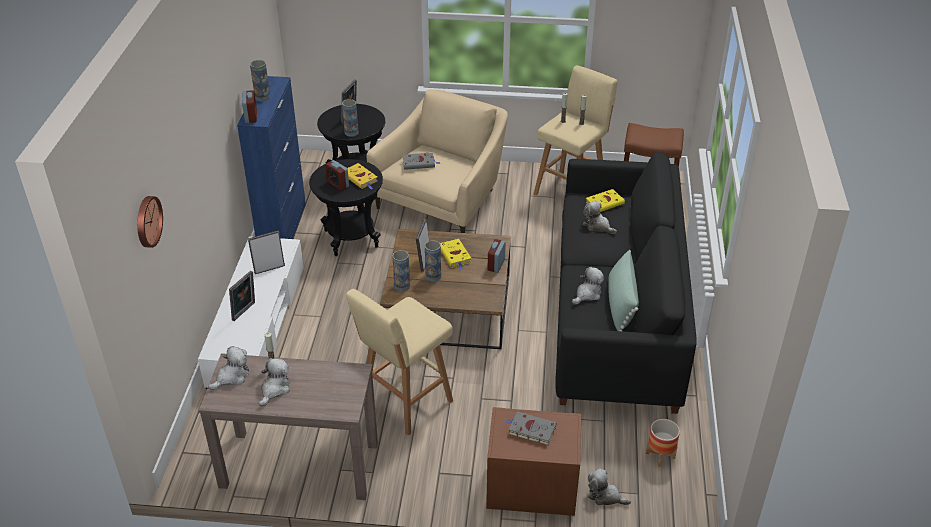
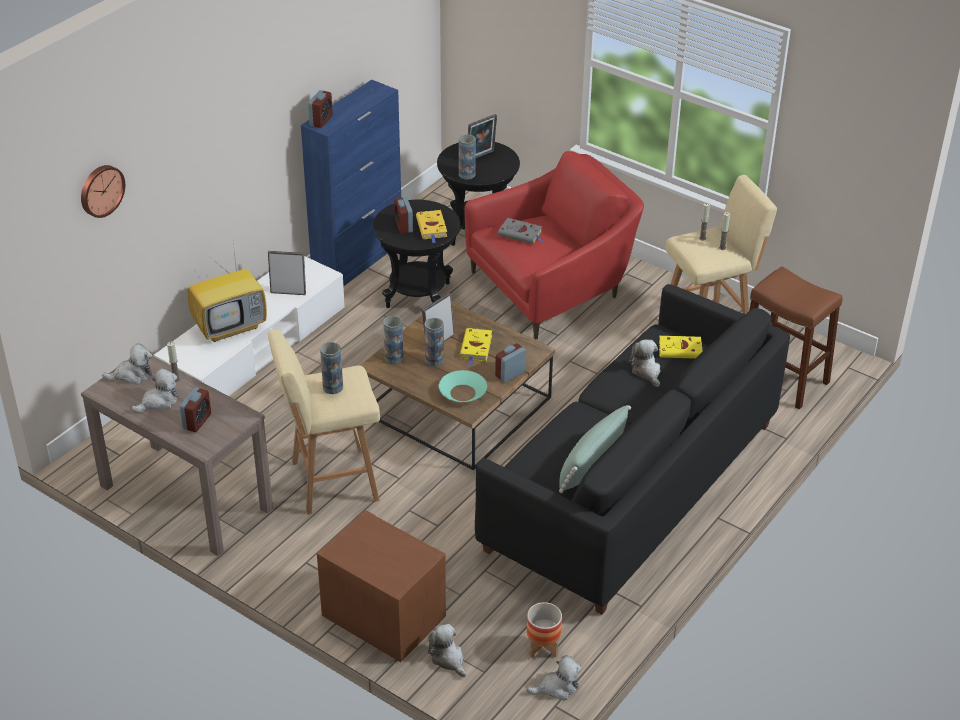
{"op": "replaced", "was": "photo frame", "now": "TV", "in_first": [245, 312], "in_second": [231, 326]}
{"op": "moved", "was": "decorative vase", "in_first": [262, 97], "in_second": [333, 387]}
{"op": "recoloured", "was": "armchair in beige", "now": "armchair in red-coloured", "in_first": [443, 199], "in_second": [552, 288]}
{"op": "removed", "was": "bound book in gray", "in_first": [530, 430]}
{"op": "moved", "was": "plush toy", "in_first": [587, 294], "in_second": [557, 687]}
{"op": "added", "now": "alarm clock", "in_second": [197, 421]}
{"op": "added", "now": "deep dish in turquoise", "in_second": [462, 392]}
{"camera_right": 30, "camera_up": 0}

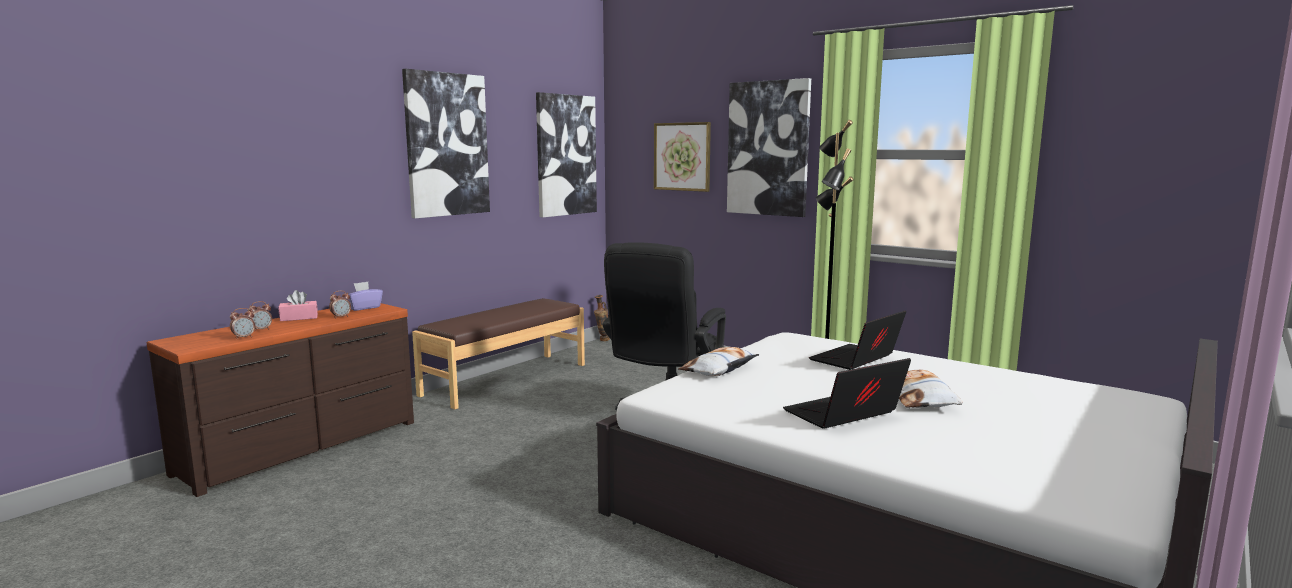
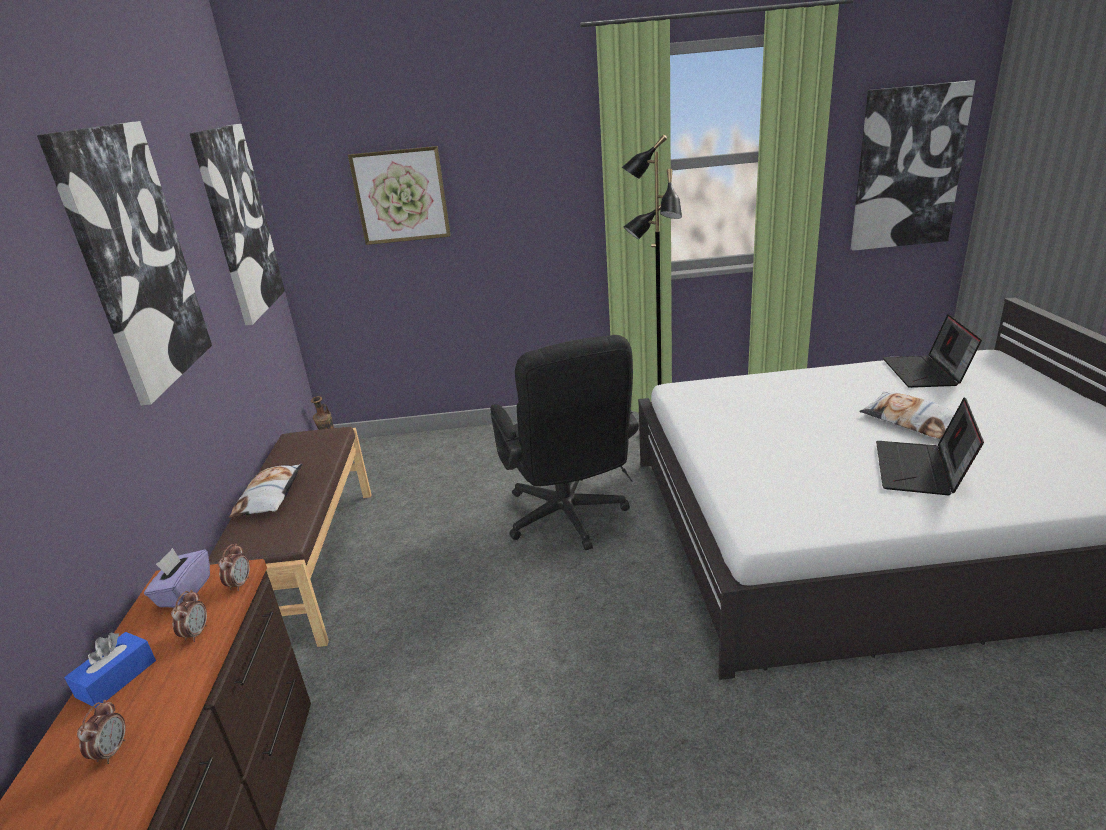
{"op": "moved", "was": "alarm clock", "in_first": [244, 337], "in_second": [240, 584]}
{"op": "recoloured", "was": "tissue holder in pinkish", "now": "tissue holder in blue-coloured", "in_first": [299, 318], "in_second": [116, 679]}
{"op": "moved", "was": "pillow", "in_first": [719, 369], "in_second": [270, 496]}
{"op": "moved", "was": "wall picture", "in_first": [768, 148], "in_second": [907, 168]}
{"op": "moved", "was": "laptop", "in_first": [856, 360], "in_second": [926, 373]}
{"camera_right": -40, "camera_up": 15}

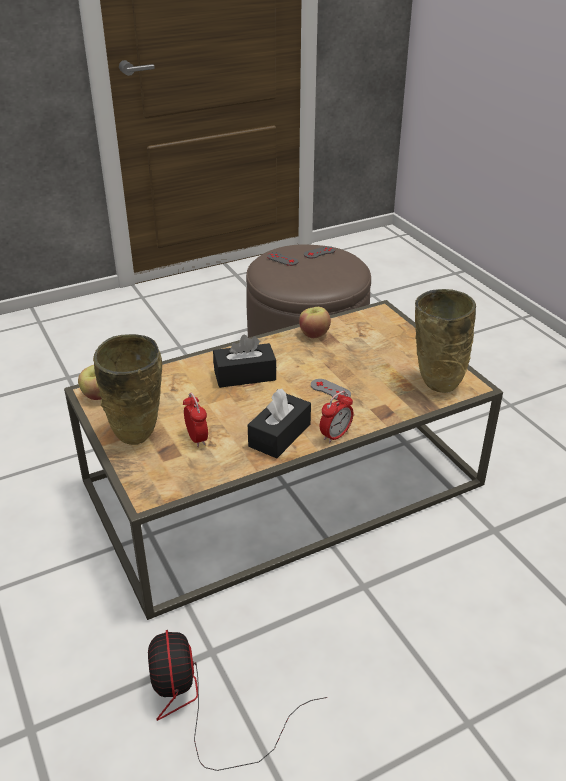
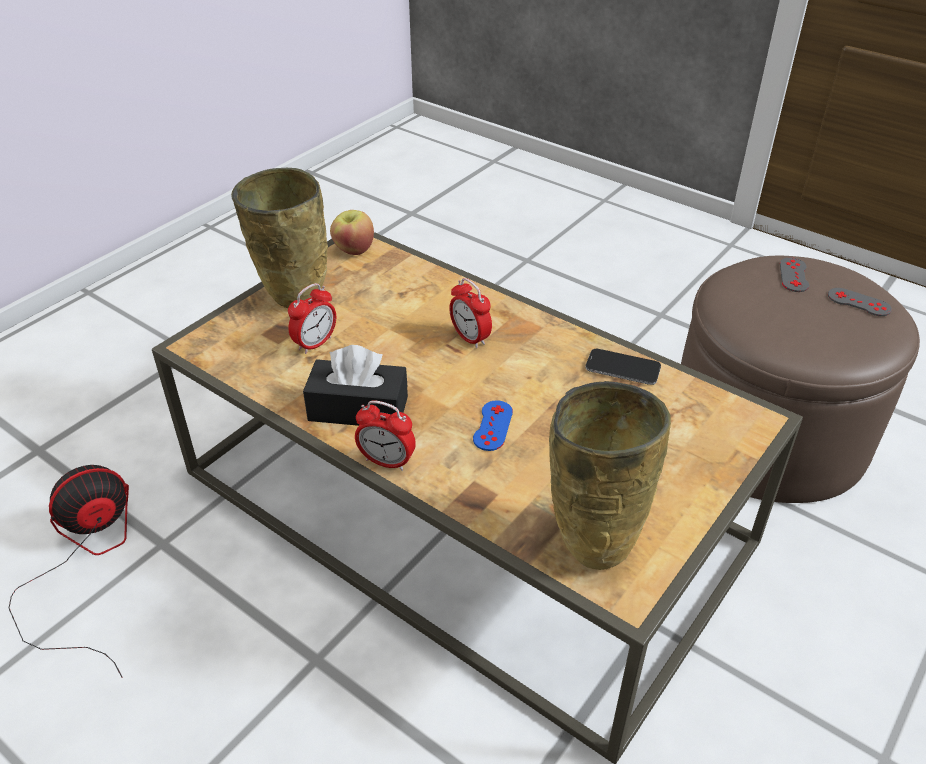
{"op": "replaced", "was": "tissue holder in blackish", "now": "alarm clock", "in_first": [245, 375], "in_second": [470, 338]}
{"op": "replaced", "was": "apple", "now": "phone", "in_first": [314, 334], "in_second": [622, 368]}
{"op": "recoloured", "was": "gamepad in gray", "now": "gamepad in blue-coloured", "in_first": [330, 390], "in_second": [493, 425]}
{"camera_right": 65, "camera_up": 5}

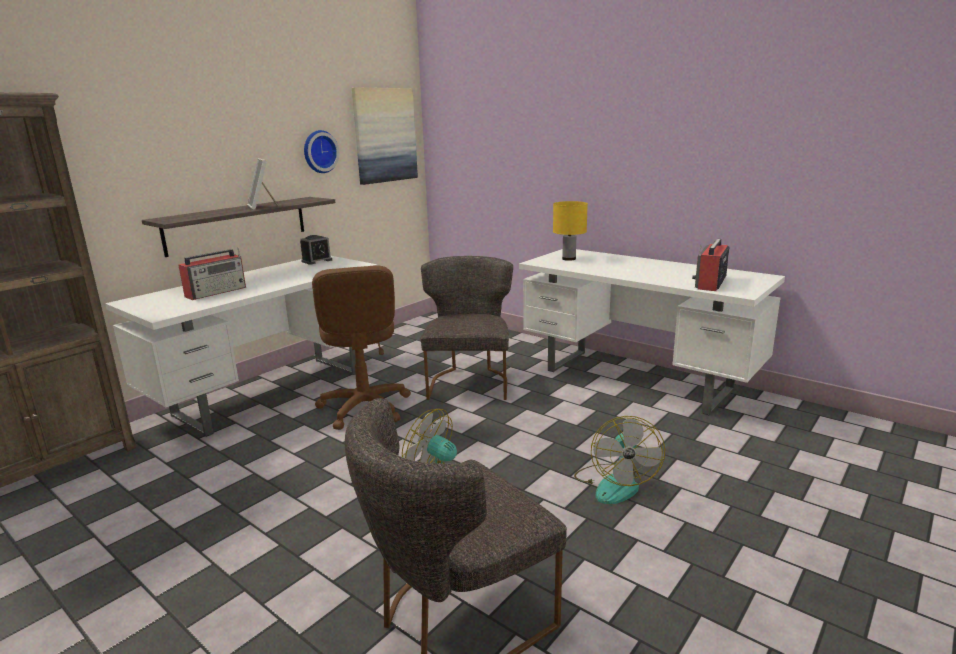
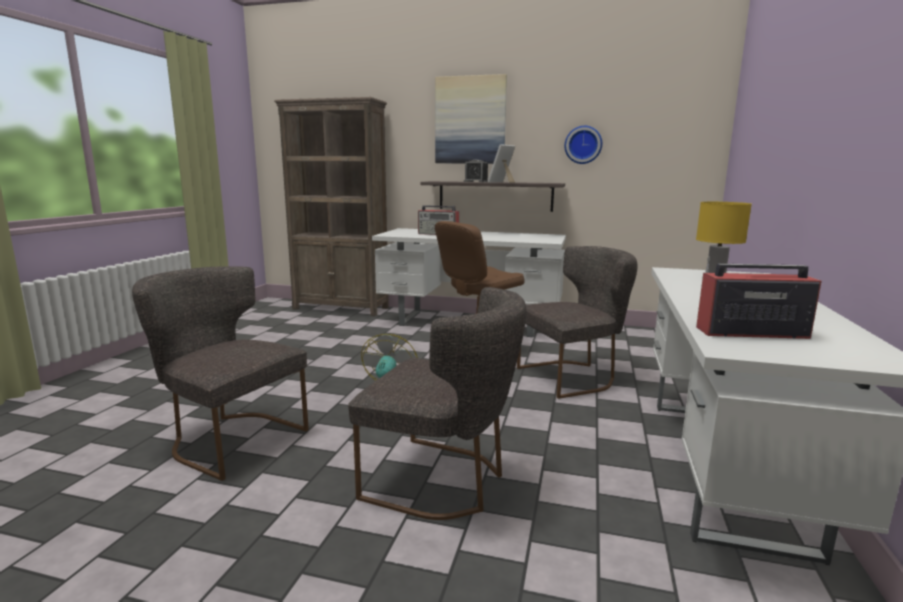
{"op": "moved", "was": "alarm clock", "in_first": [317, 261], "in_second": [476, 182]}
{"op": "moved", "was": "wall picture", "in_first": [385, 135], "in_second": [470, 120]}
{"op": "replaced", "was": "electric fan", "now": "plain chair in gray", "in_first": [615, 483], "in_second": [443, 481]}
{"camera_right": 65, "camera_up": -5}

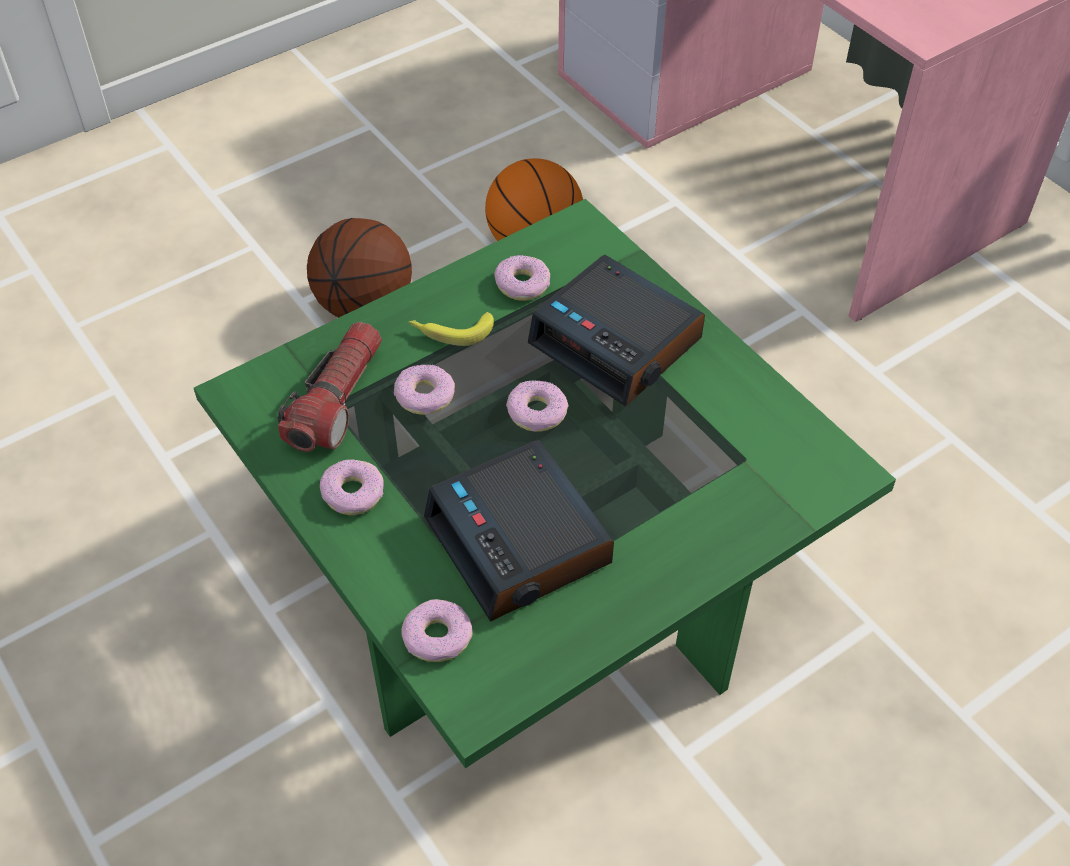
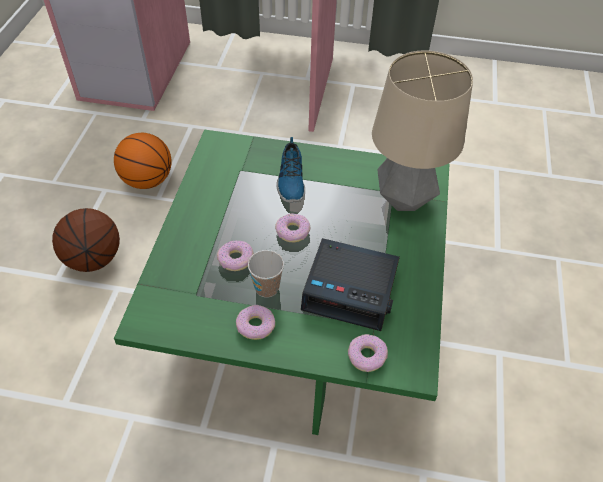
{"op": "removed", "was": "torch", "in_first": [337, 400]}
{"op": "removed", "was": "banana fruit", "in_first": [450, 331]}
{"op": "removed", "was": "doughnut", "in_first": [522, 284]}
{"op": "replaced", "was": "alarm clock", "now": "shoe", "in_first": [617, 342], "in_second": [290, 180]}
{"op": "added", "now": "drinking cup", "in_second": [267, 288]}
{"op": "added", "now": "tabletop lamp", "in_second": [404, 200]}
{"camera_right": -45, "camera_up": 0}

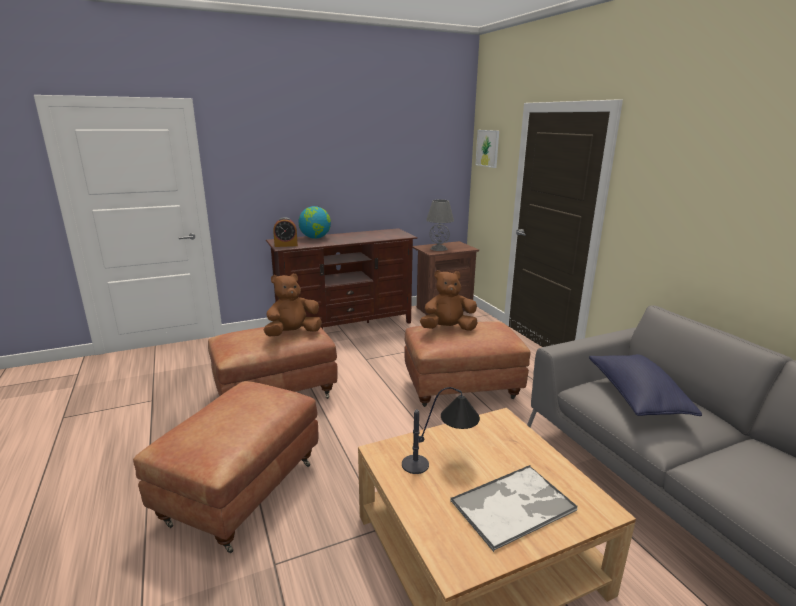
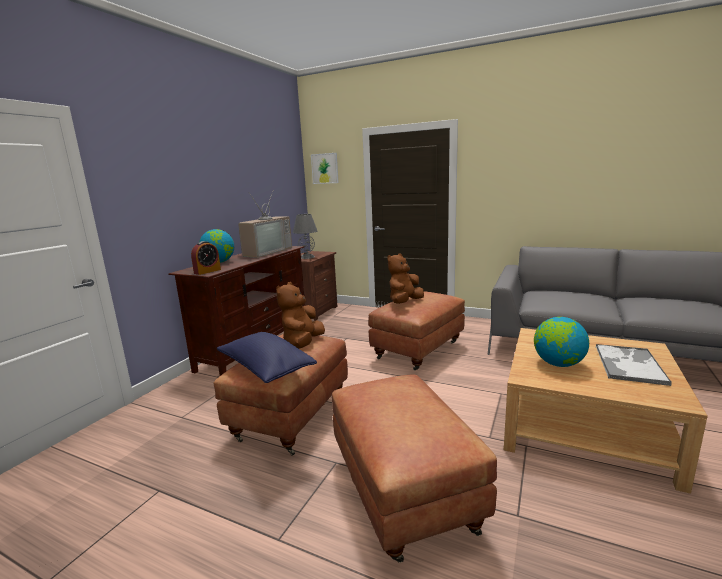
{"op": "replaced", "was": "tabletop lamp", "now": "world globe", "in_first": [442, 459], "in_second": [558, 364]}
{"op": "moved", "was": "pillow in blue-coloured", "in_first": [636, 397], "in_second": [266, 369]}
{"op": "added", "now": "TV", "in_second": [266, 252]}
{"camera_right": -40, "camera_up": -5}

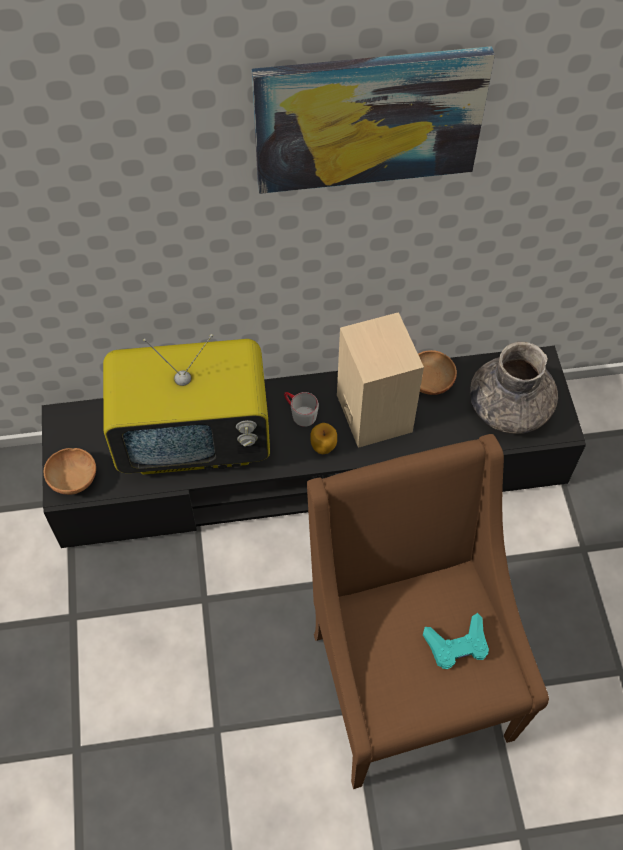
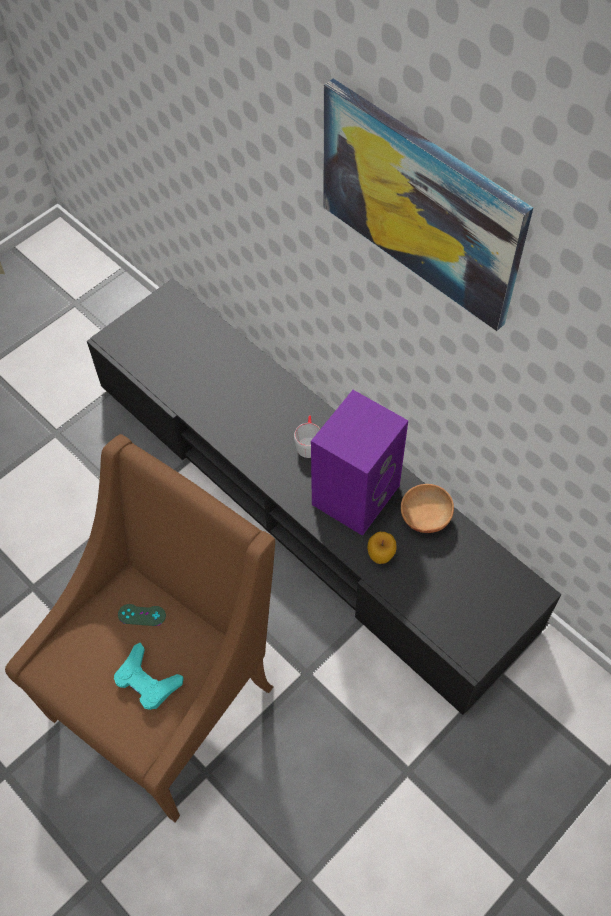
{"op": "removed", "was": "deep dish in brownish", "in_first": [74, 479]}
{"op": "removed", "was": "TV", "in_first": [195, 439]}
{"op": "moved", "was": "apple", "in_first": [323, 447], "in_second": [380, 556]}
{"op": "recoloured", "was": "speaker in beige", "now": "speaker in purple", "in_first": [371, 412], "in_second": [355, 492]}
{"op": "removed", "was": "decorative vase in gray", "in_first": [509, 408]}
{"op": "added", "now": "gamepad in greenish", "in_second": [142, 615]}
{"camera_right": 55, "camera_up": 0}

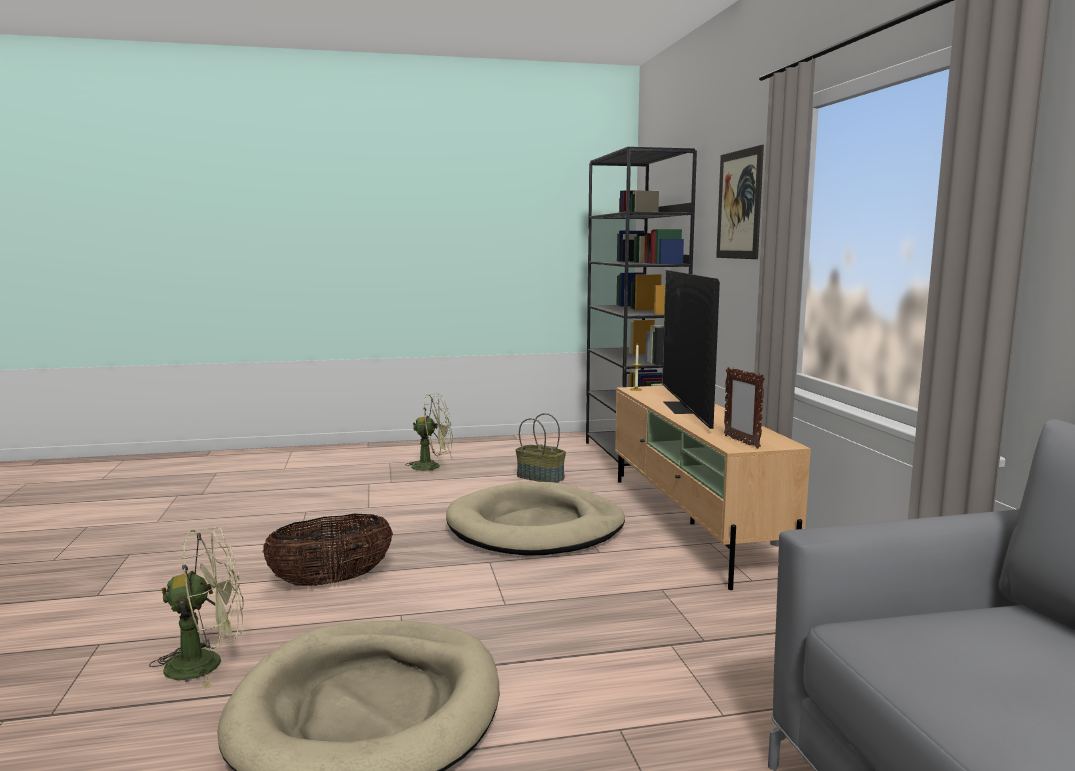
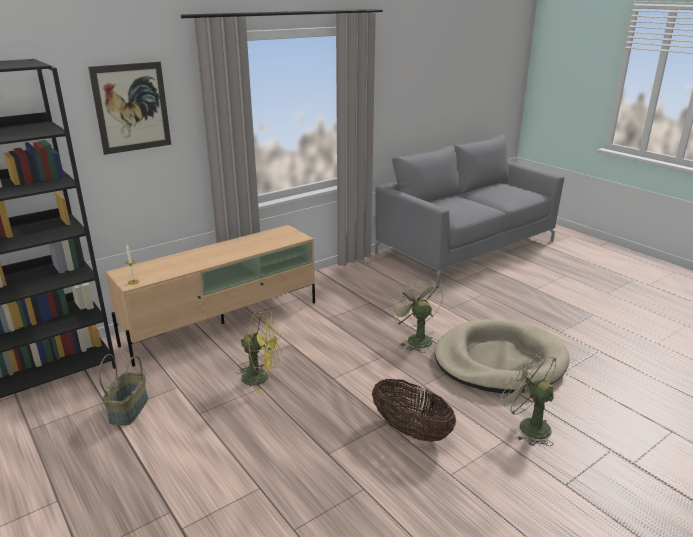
{"op": "moved", "was": "electric fan in greenish", "in_first": [432, 467], "in_second": [415, 339]}
{"op": "replaced", "was": "dog cushion in beige", "now": "electric fan in yellow-coloured", "in_first": [536, 527], "in_second": [261, 377]}
{"op": "removed", "was": "TV", "in_first": [685, 407]}
{"op": "removed", "was": "photo frame", "in_first": [741, 442]}
{"camera_right": -115, "camera_up": 15}

